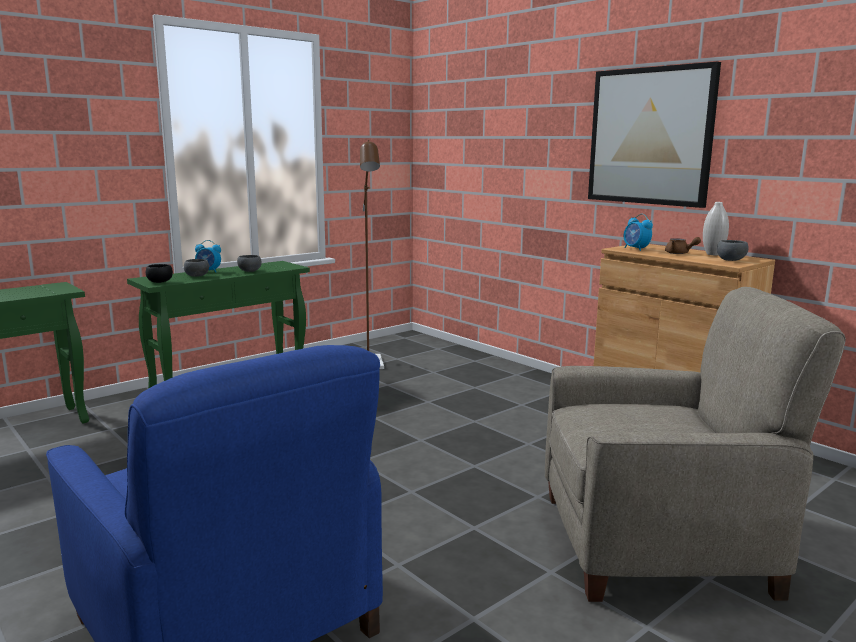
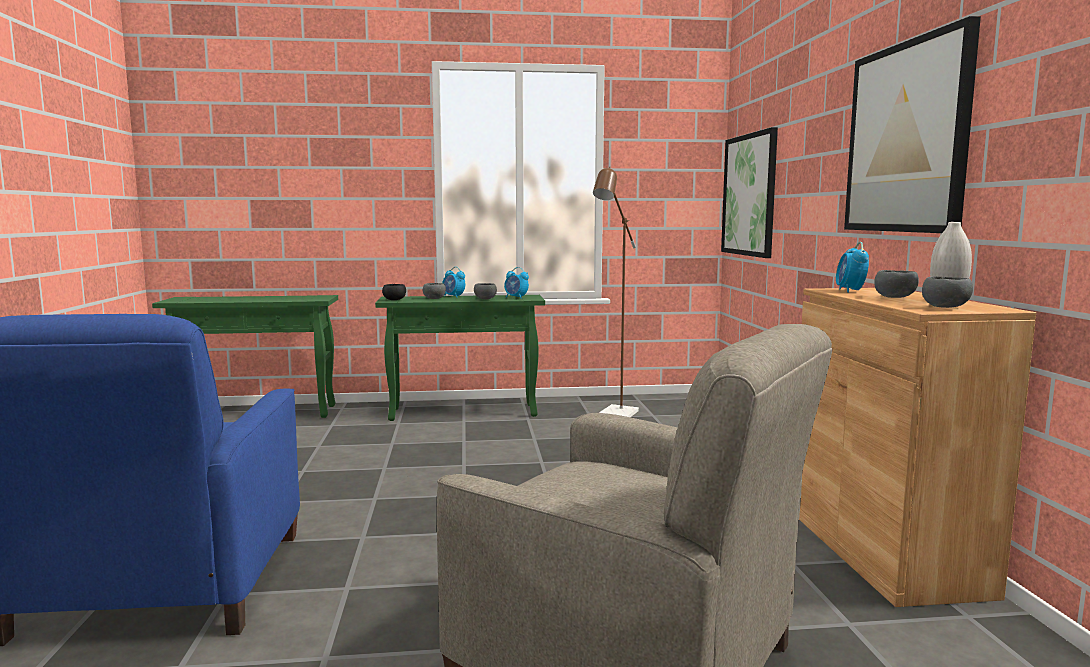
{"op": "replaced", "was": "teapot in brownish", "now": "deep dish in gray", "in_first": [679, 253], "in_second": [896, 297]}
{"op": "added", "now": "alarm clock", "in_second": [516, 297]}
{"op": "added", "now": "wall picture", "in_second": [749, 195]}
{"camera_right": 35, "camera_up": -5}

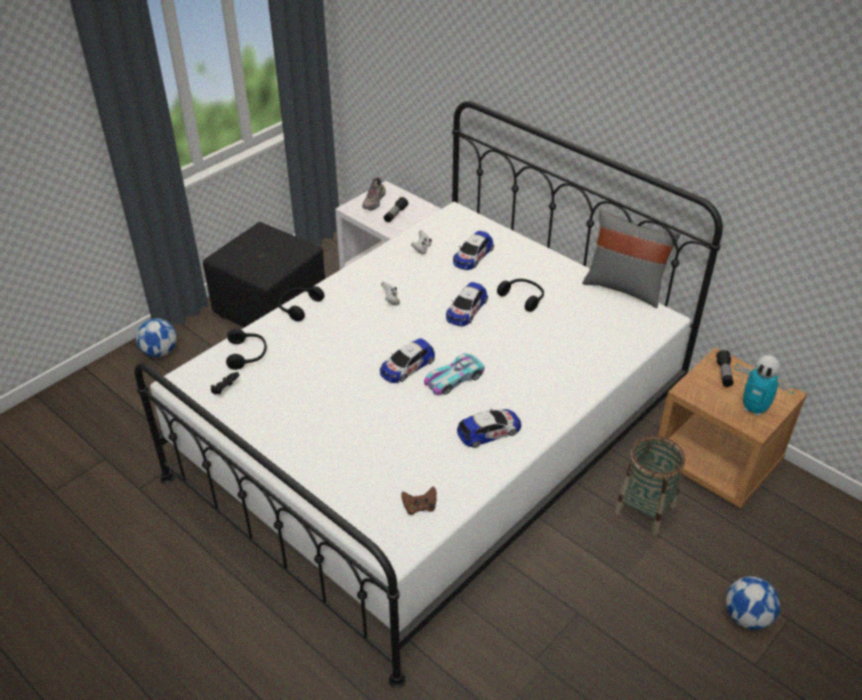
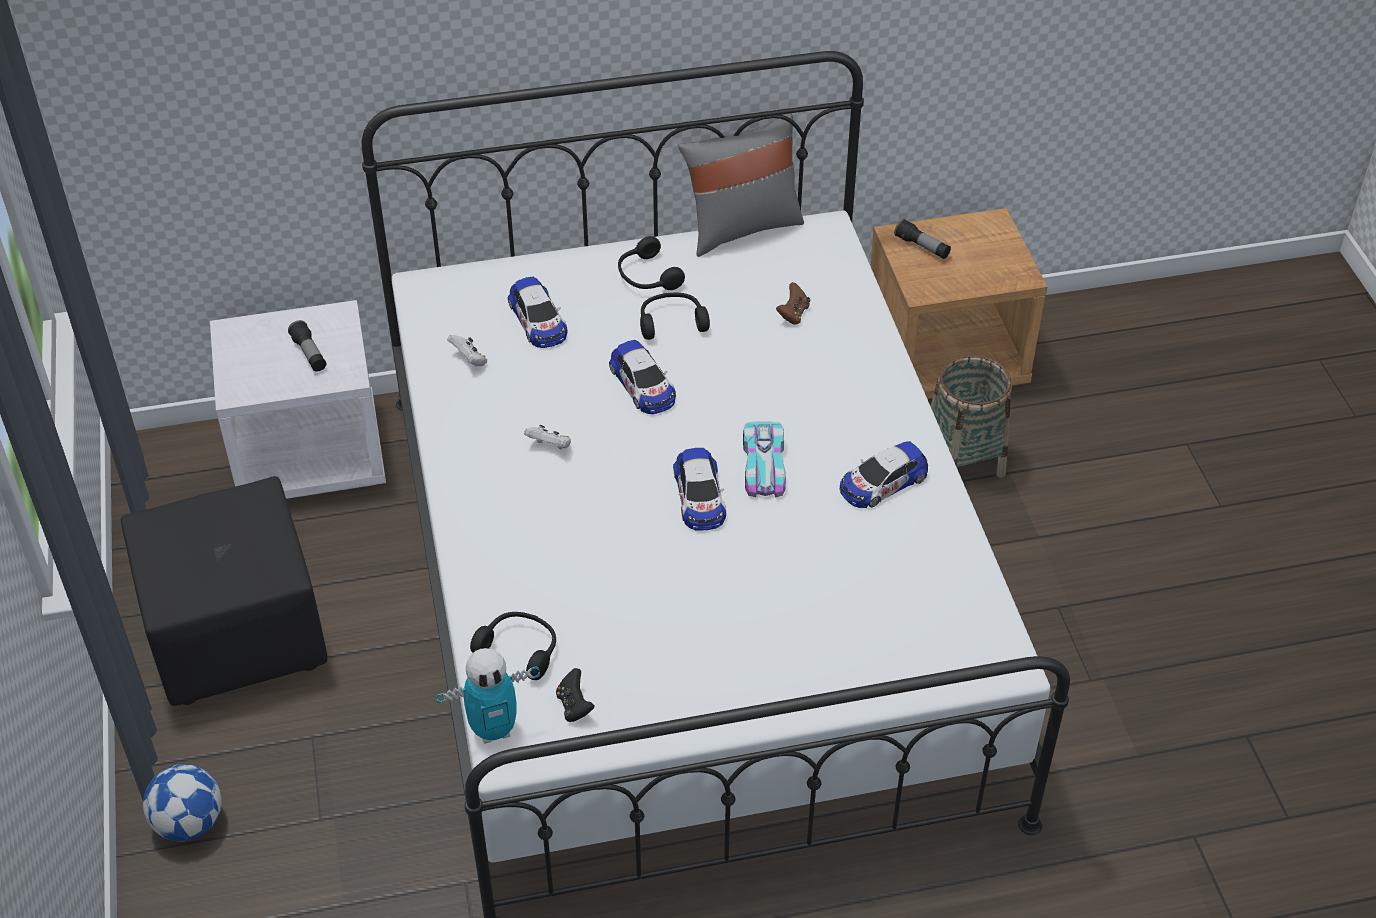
{"op": "moved", "was": "headphones in blackish", "in_first": [298, 307], "in_second": [647, 277]}
{"op": "removed", "was": "shoe", "in_first": [374, 201]}
{"op": "moved", "was": "gamepad in brownish", "in_first": [420, 507], "in_second": [793, 314]}
{"op": "turned", "was": "model car", "in_first": [489, 431], "in_second": [883, 482], "clockwise": -135}
{"op": "removed", "was": "football ball", "in_first": [747, 617]}
{"op": "moved", "was": "toy robot", "in_first": [754, 409], "in_second": [494, 730]}
{"camera_right": -55, "camera_up": 5}

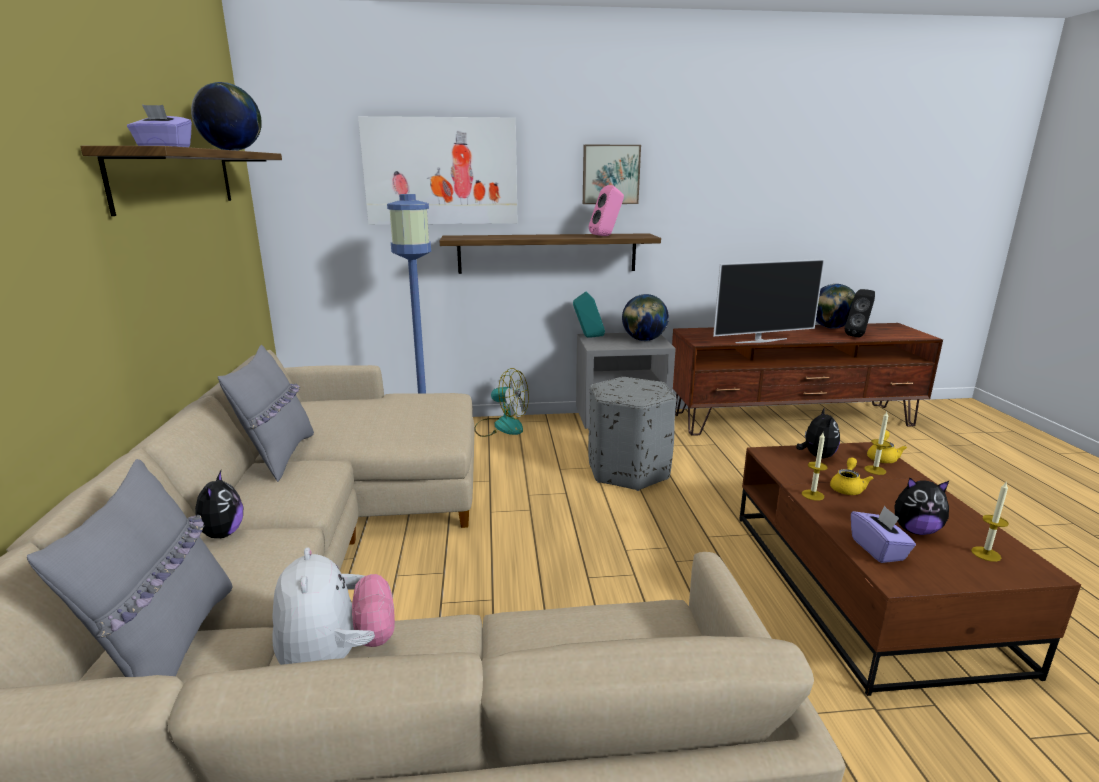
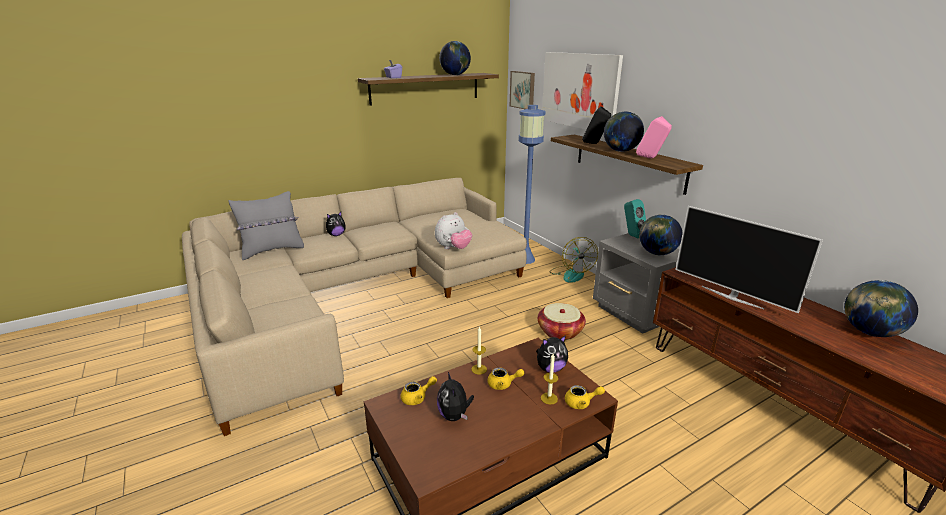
{"op": "removed", "was": "pillow in gray", "in_first": [279, 457]}
{"op": "moved", "was": "plush toy", "in_first": [337, 658], "in_second": [453, 248]}
{"op": "moved", "was": "wall picture", "in_first": [610, 174], "in_second": [523, 90]}
{"op": "replaced", "was": "footrest in gray", "now": "household basket", "in_first": [628, 471], "in_second": [560, 331]}
{"op": "moved", "was": "speaker in blackish", "in_first": [858, 336], "in_second": [594, 143]}
{"op": "replaced", "was": "tissue holder in purple", "now": "teapot in yellow-coloured", "in_first": [878, 549], "in_second": [417, 398]}
{"op": "removed", "was": "wax candle", "in_first": [986, 554]}
{"op": "added", "now": "world globe", "in_second": [621, 151]}
{"camera_right": 65, "camera_up": 5}

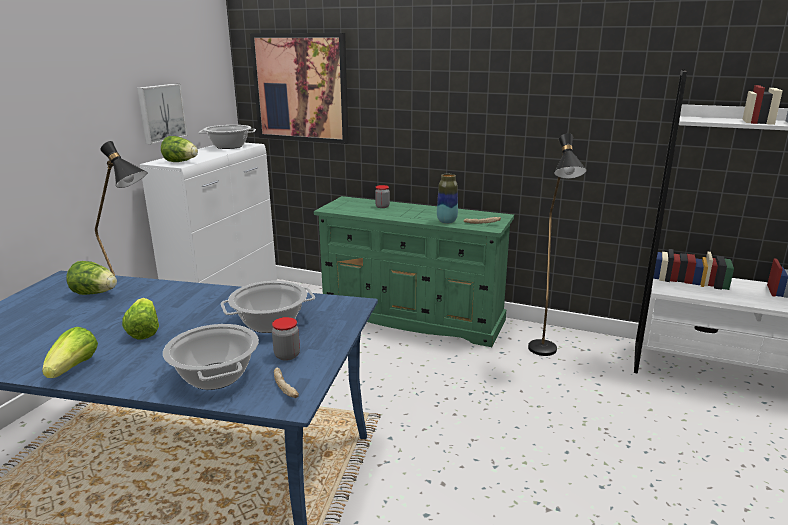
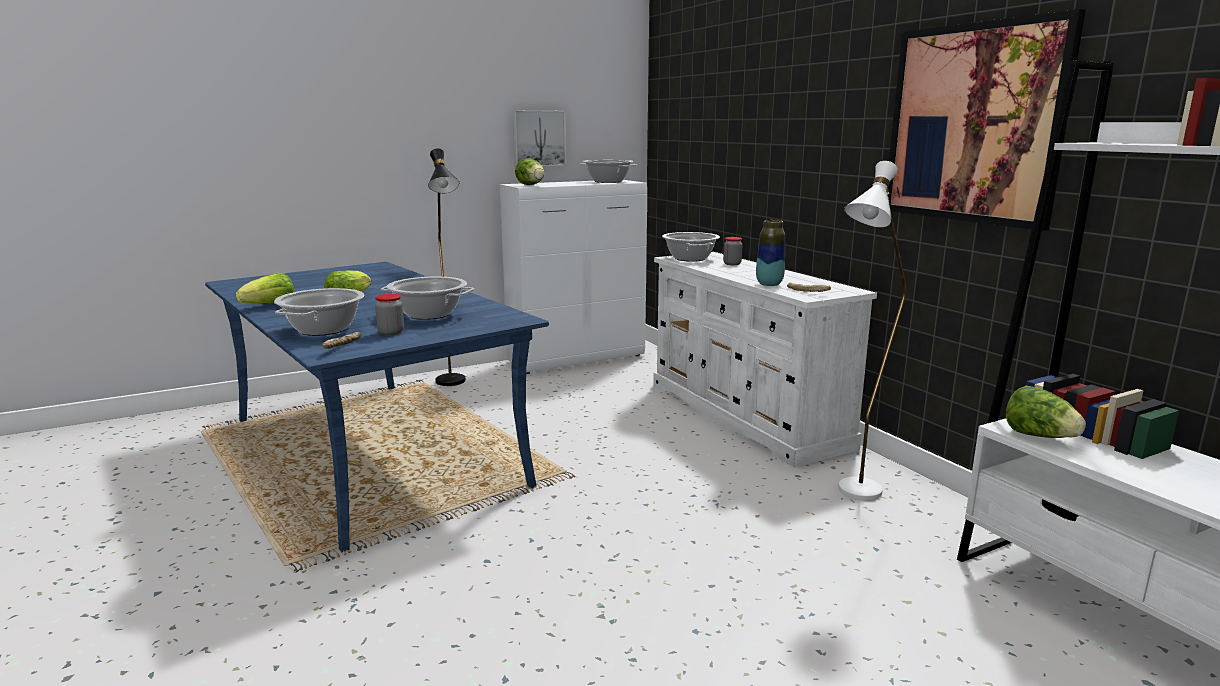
{"op": "moved", "was": "lettuce head", "in_first": [95, 293], "in_second": [1039, 436]}
{"op": "moved", "was": "wall picture", "in_first": [300, 88], "in_second": [973, 124]}
{"op": "recoloured", "was": "drawer chest in greenish", "now": "drawer chest in white-coloured", "in_first": [413, 317], "in_second": [746, 414]}
{"op": "recoloured", "was": "standing lamp in blackish", "now": "standing lamp in white-coloured", "in_first": [545, 354], "in_second": [853, 496]}
{"op": "added", "now": "cooking pot", "in_second": [689, 258]}
{"camera_right": 40, "camera_up": -5}

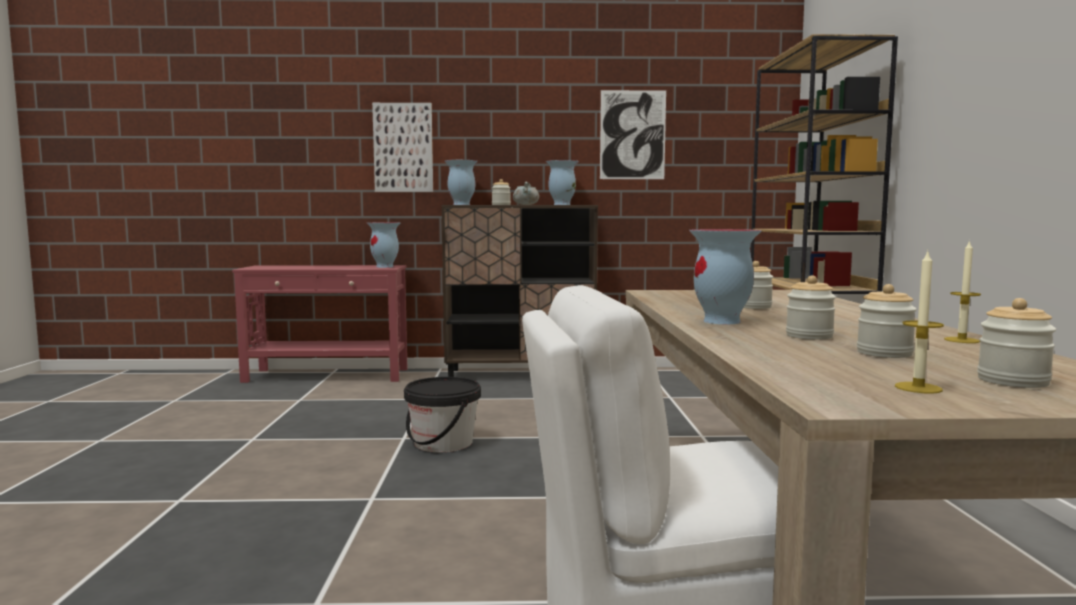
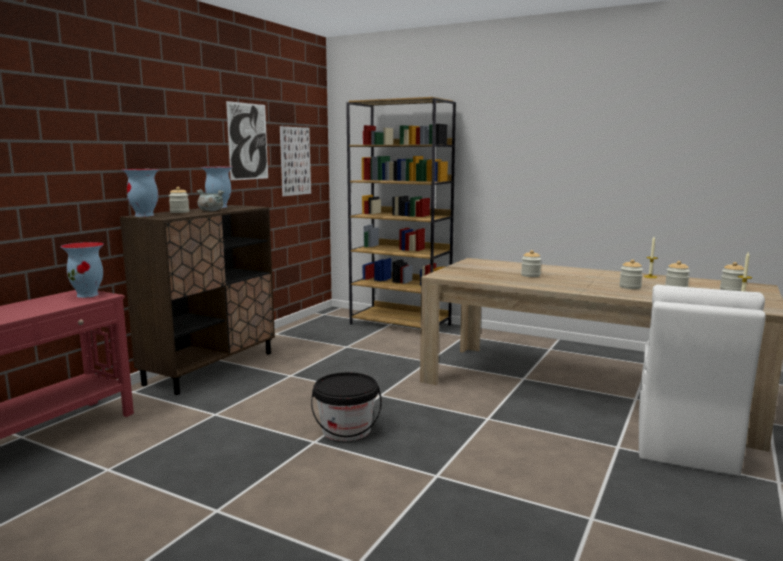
{"op": "moved", "was": "wall picture", "in_first": [403, 147], "in_second": [295, 161]}
{"op": "removed", "was": "decorative vase", "in_first": [723, 321]}
{"camera_right": -60, "camera_up": 5}

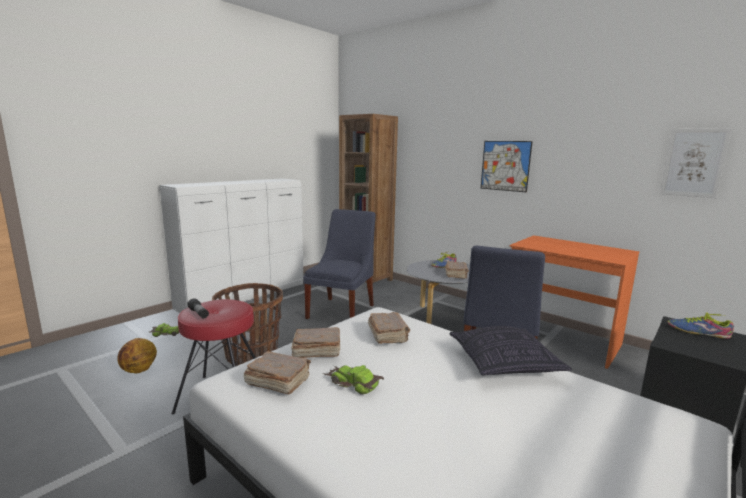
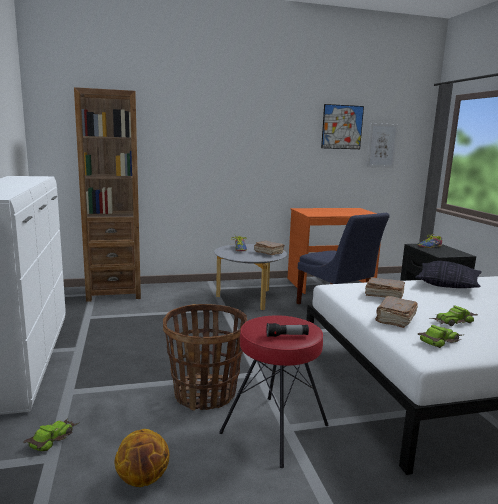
{"op": "replaced", "was": "bound book in brownish", "now": "model car", "in_first": [277, 381], "in_second": [440, 340]}
{"op": "removed", "was": "plain chair in blue-coloured", "in_first": [342, 310]}
{"op": "moved", "was": "wall picture", "in_first": [505, 166], "in_second": [342, 127]}
{"camera_right": -55, "camera_up": 0}

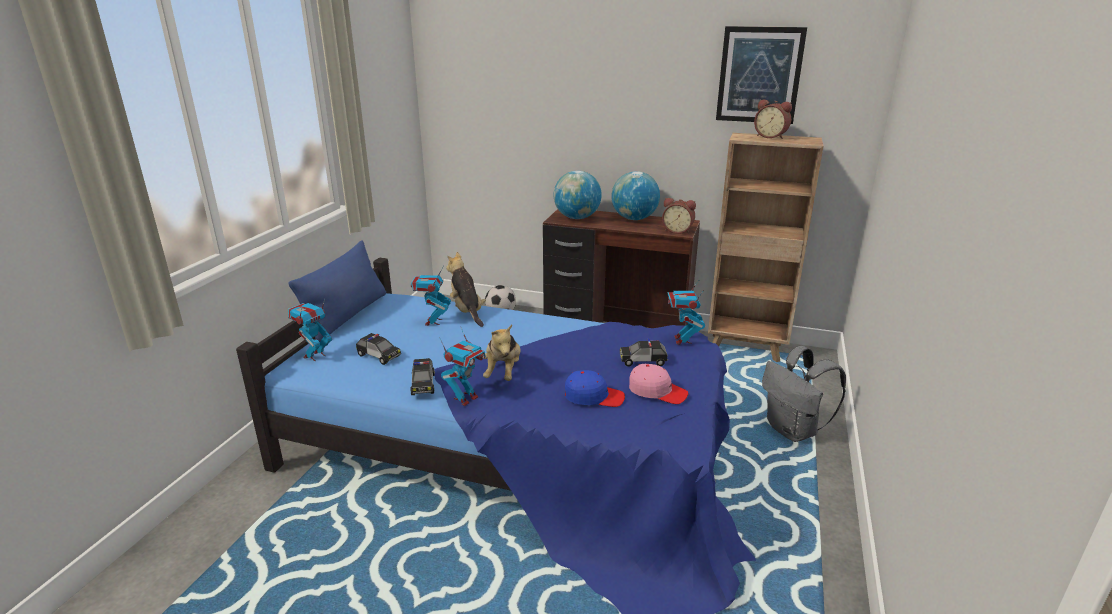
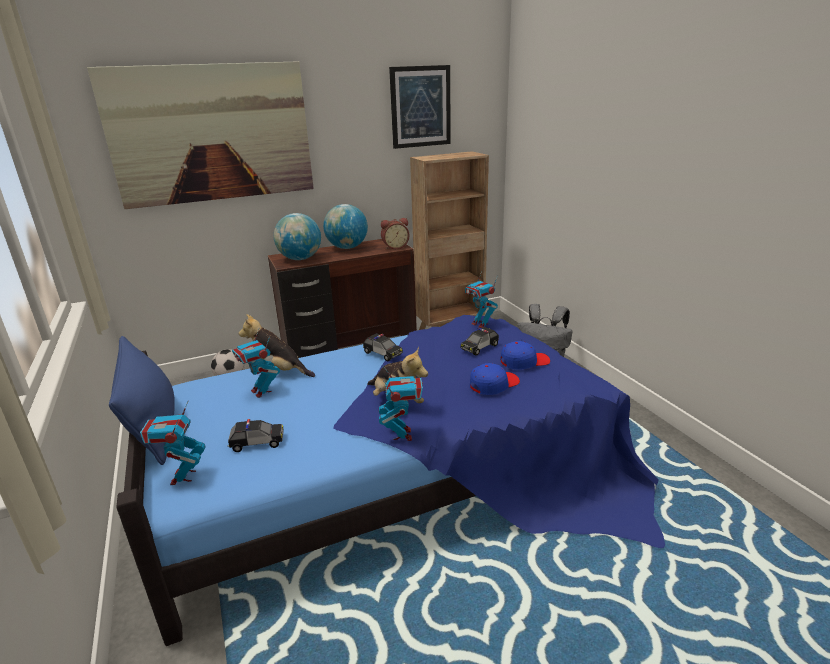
{"op": "moved", "was": "model car", "in_first": [423, 384], "in_second": [382, 353]}
{"op": "recoloured", "was": "baseball cap in pinkish", "now": "baseball cap in blue-coloured", "in_first": [657, 391], "in_second": [524, 362]}
{"op": "removed", "was": "alarm clock", "in_first": [771, 136]}
{"op": "added", "now": "wall picture", "in_second": [212, 134]}
{"camera_right": -40, "camera_up": 0}

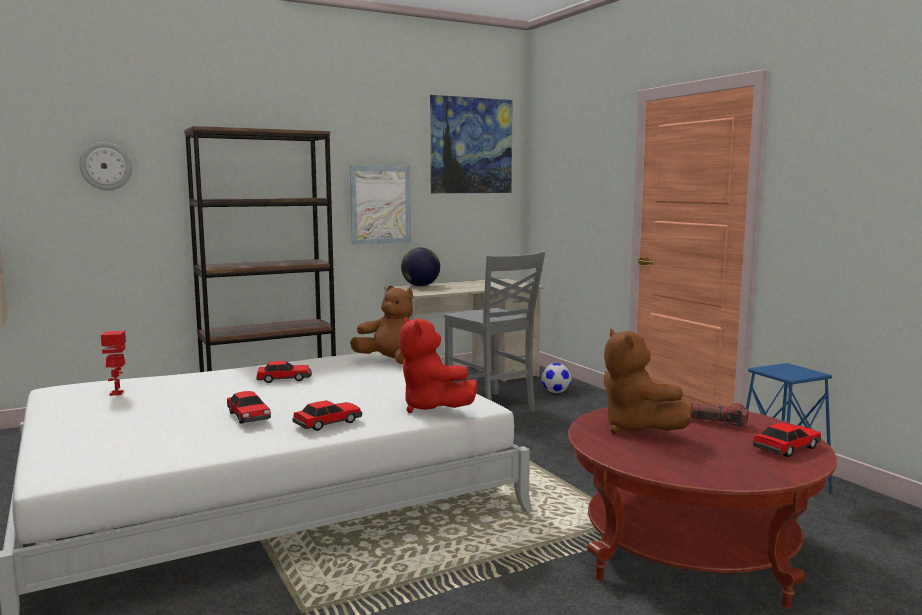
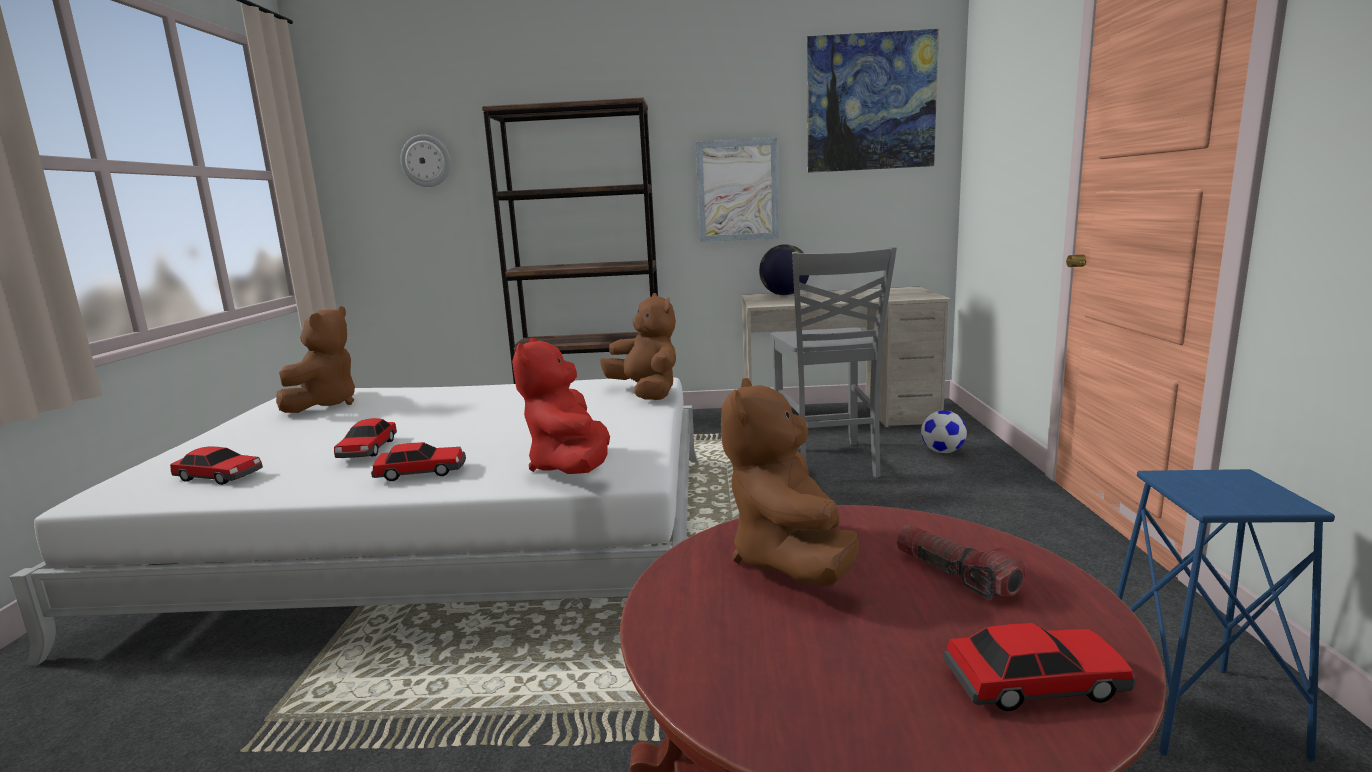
{"op": "replaced", "was": "toy robot", "now": "plush toy in brownish", "in_first": [117, 393], "in_second": [325, 404]}
{"op": "moved", "was": "model car", "in_first": [284, 379], "in_second": [219, 476]}
{"camera_right": 30, "camera_up": 5}

